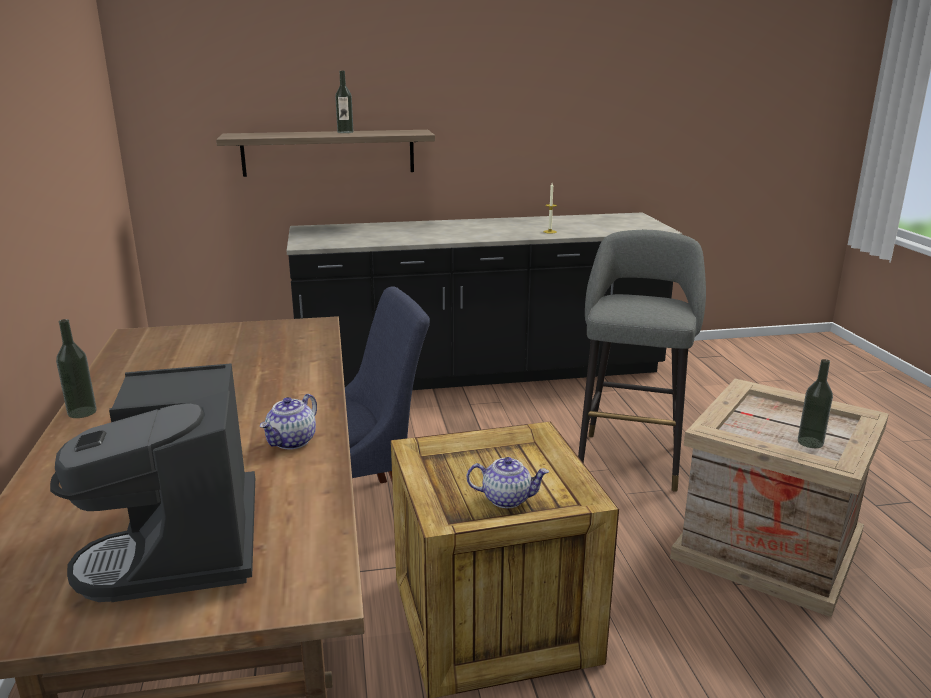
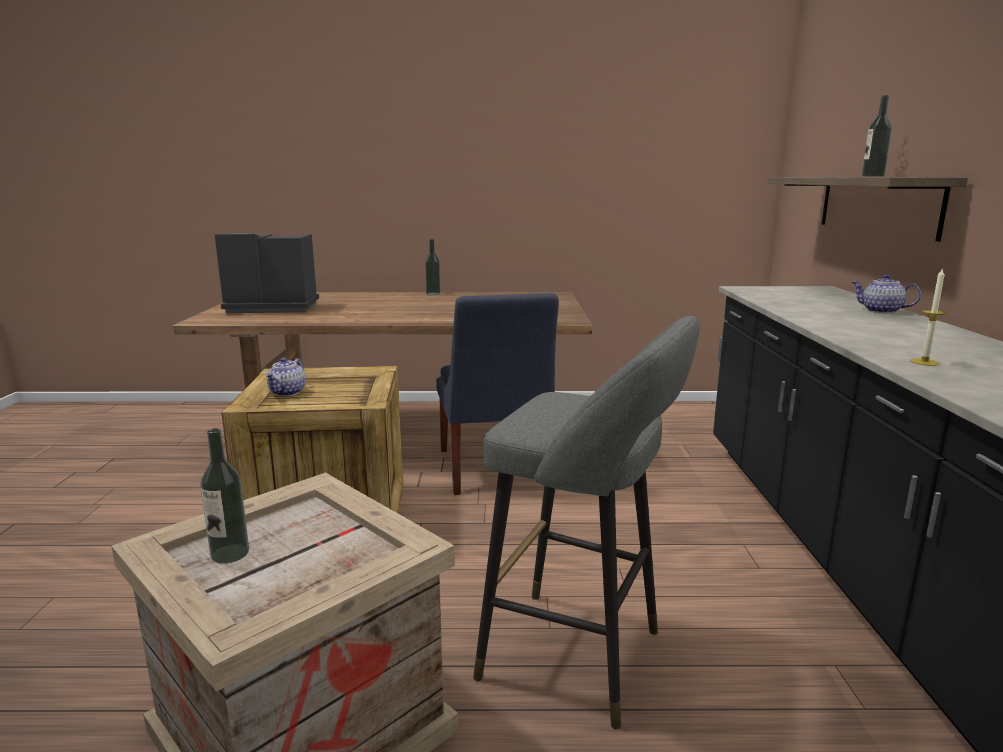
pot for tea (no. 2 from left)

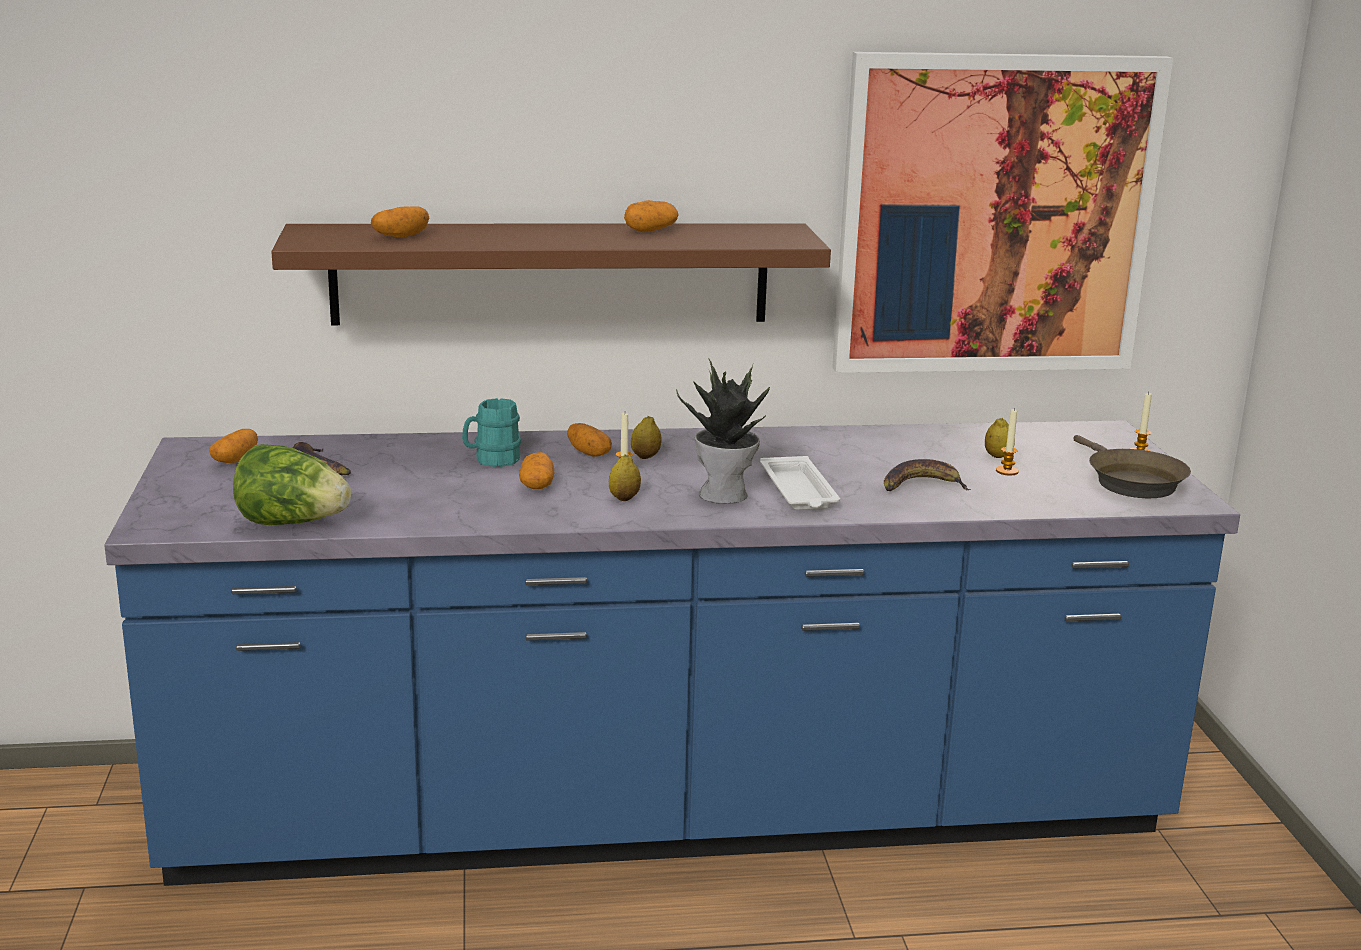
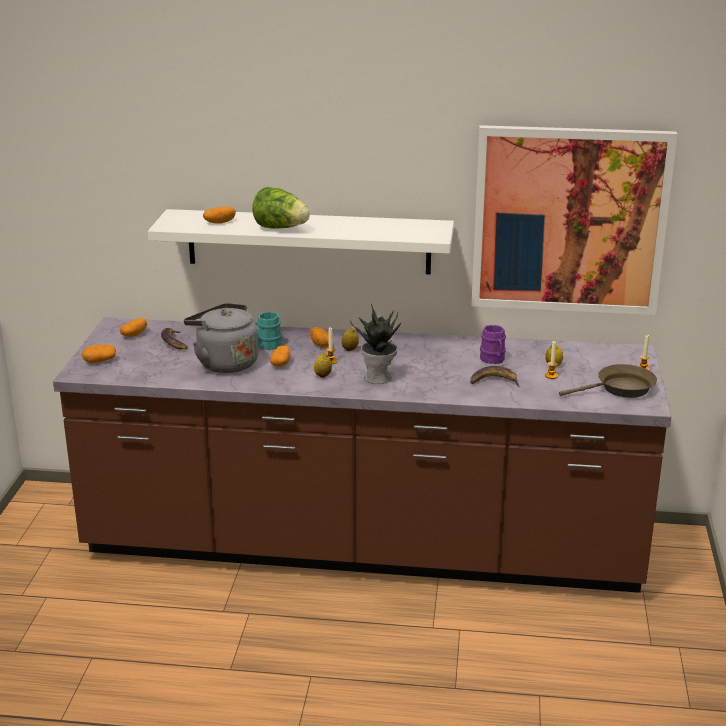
brown kitchen counter; potato (no. 1 from left); white bracket shelf; greyish water kettle; head of lettuce; purple coffee mug; brown skillet; white carrying tray

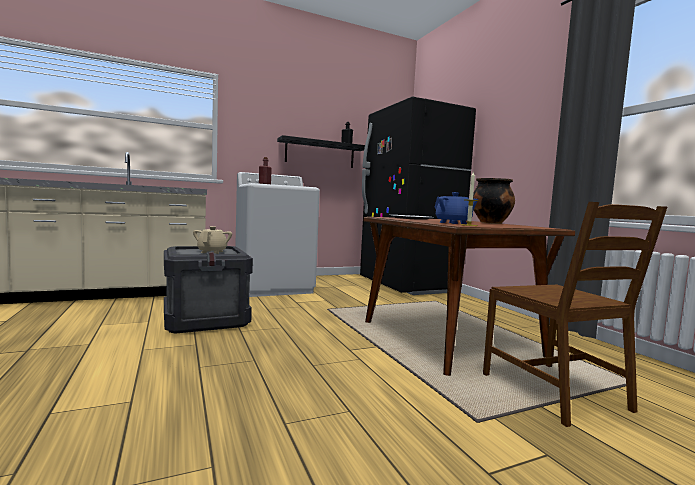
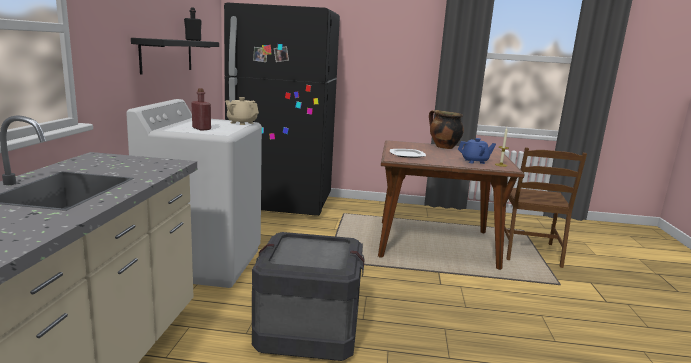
sand-coloured pot for tea; brown chair

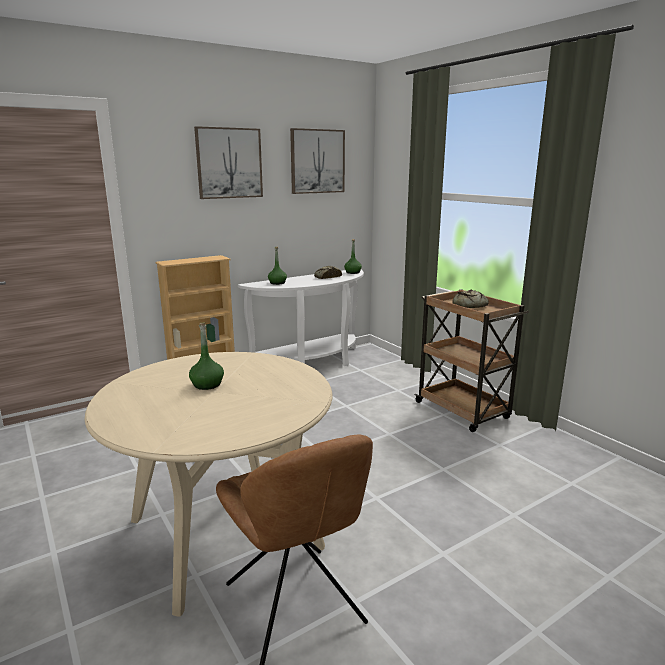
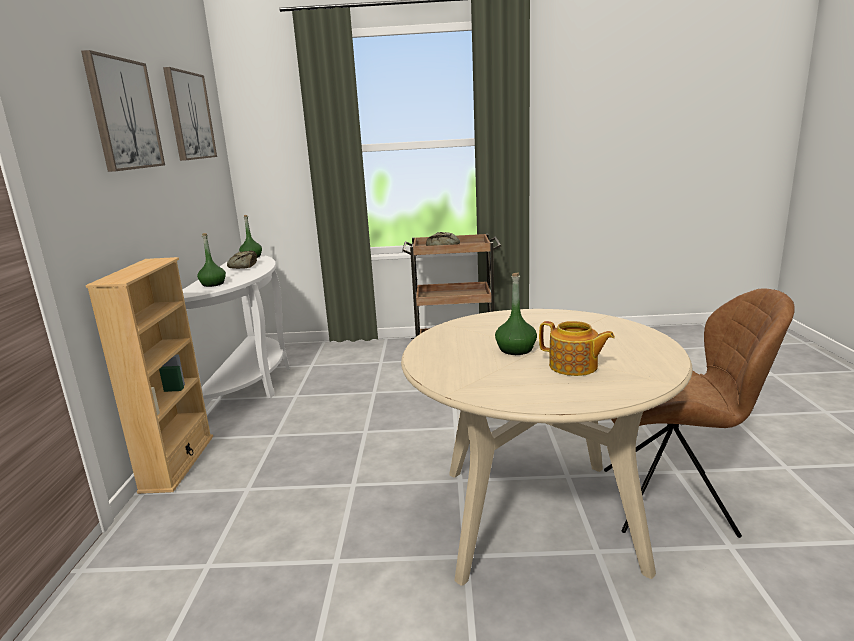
pot for tea

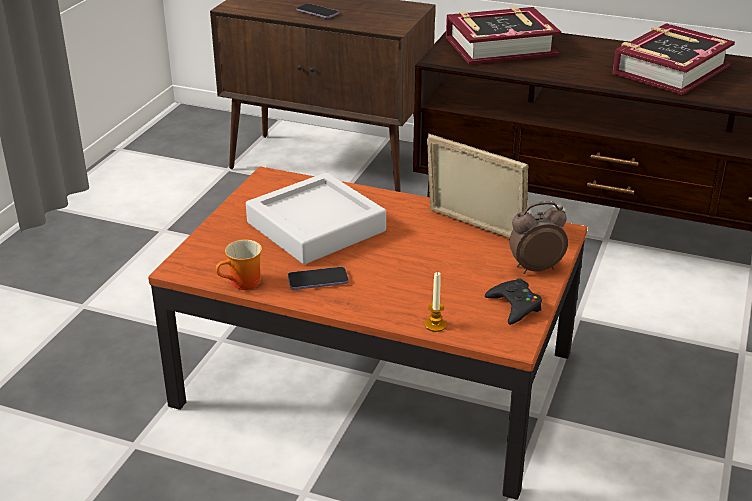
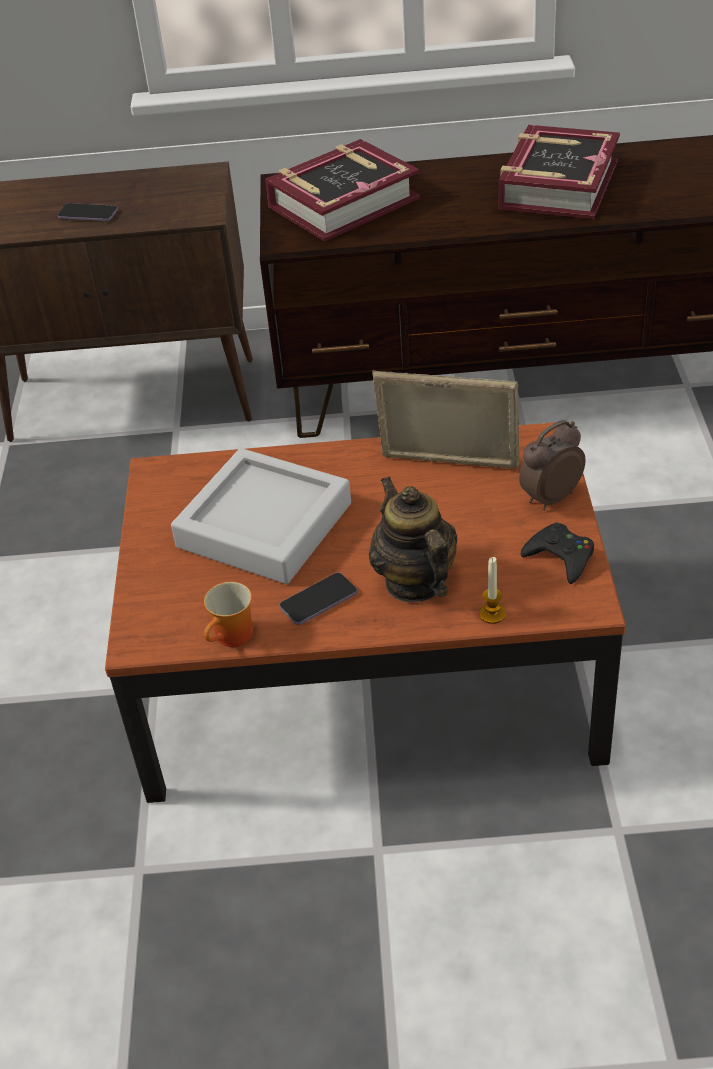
pot for tea

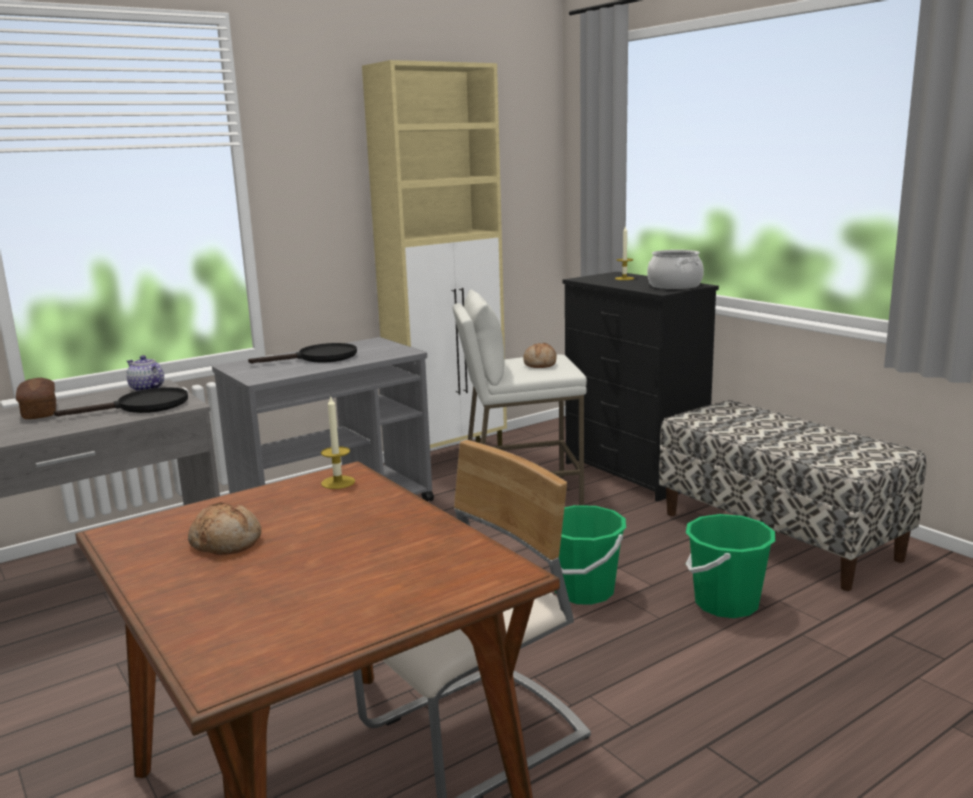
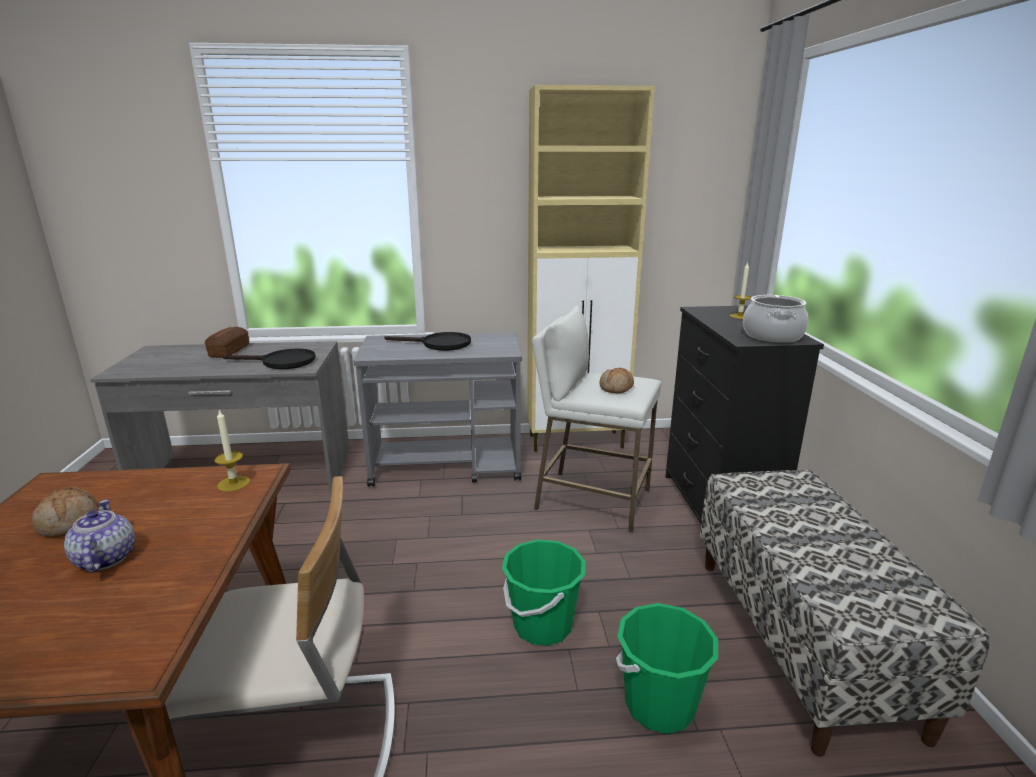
pot for tea

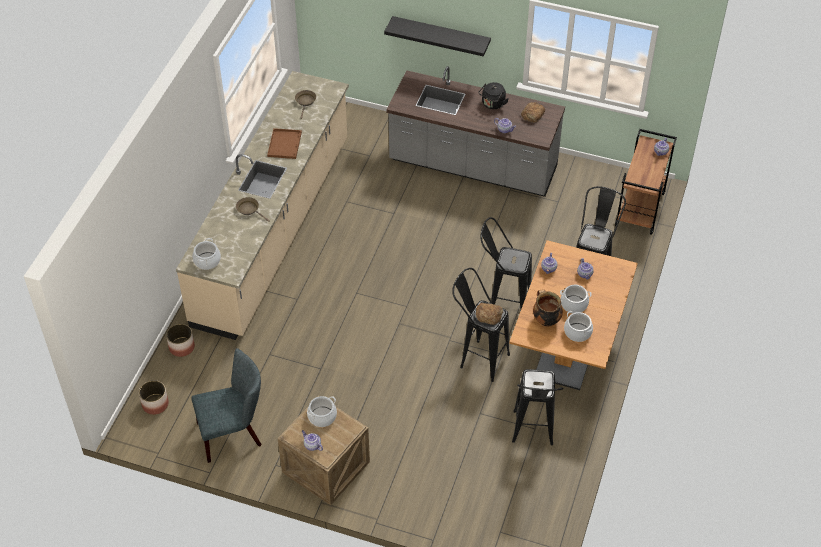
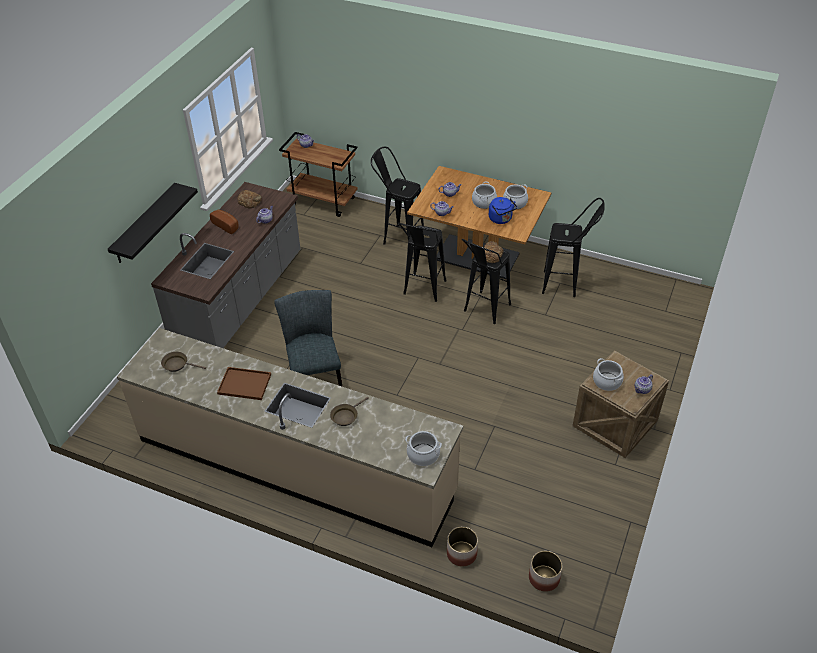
baked bread (no. 1 from left); greyish chair; blue water kettle

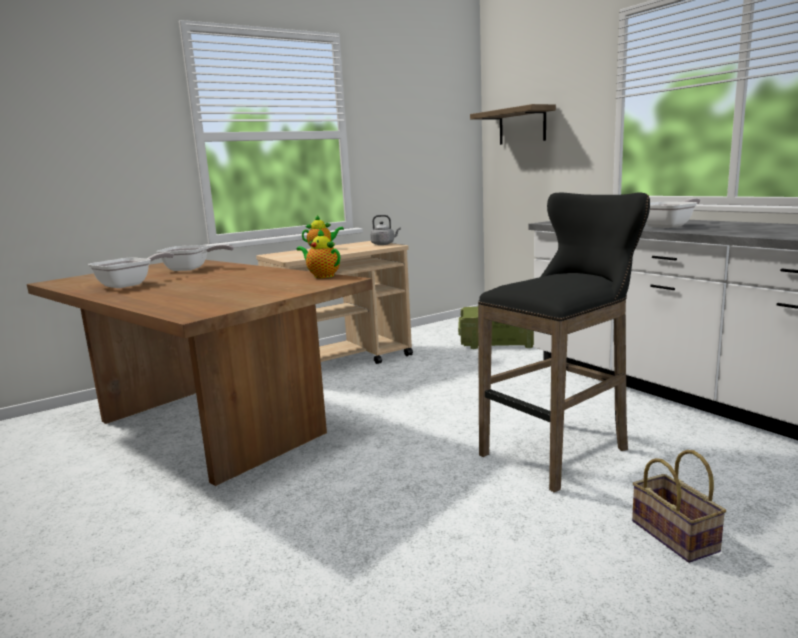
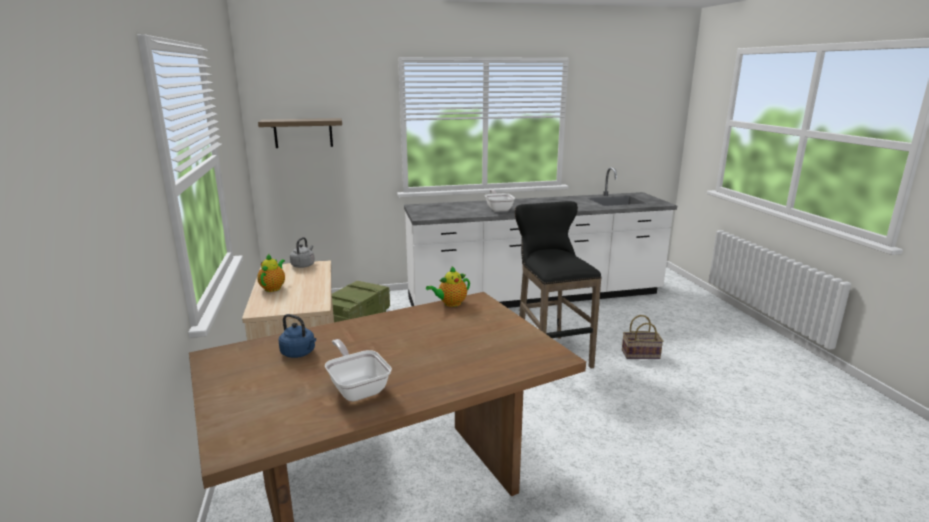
blue water kettle

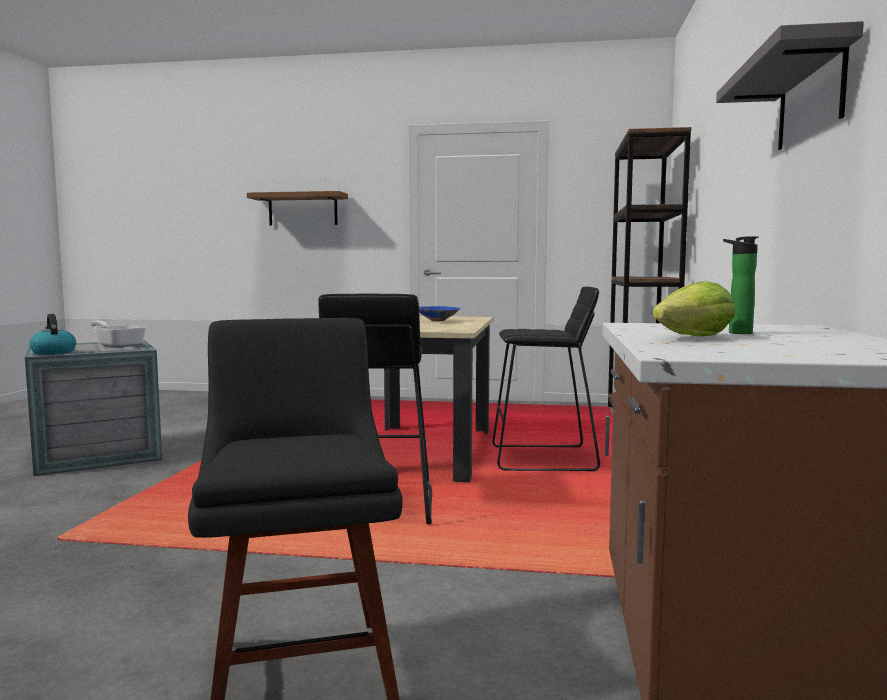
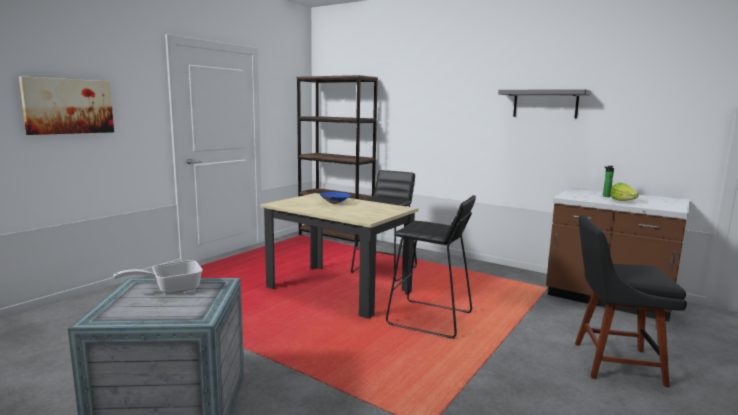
wall art; water kettle

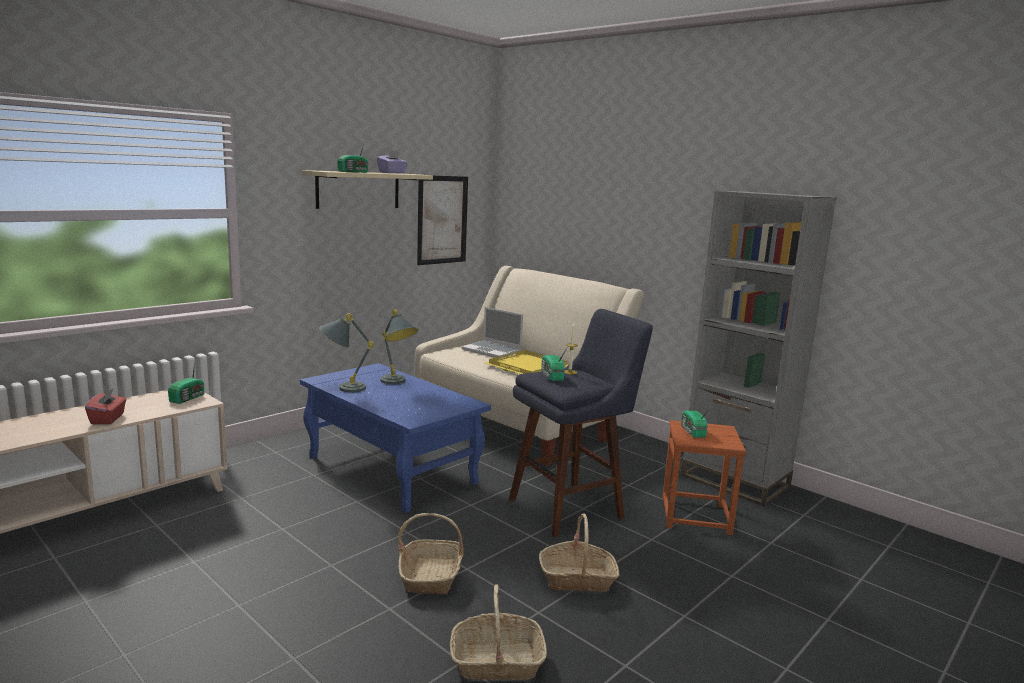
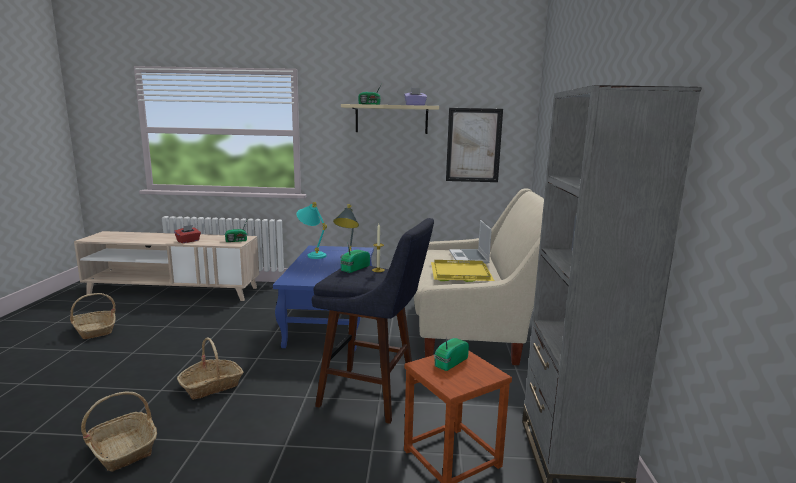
storage basket (no. 1 from left); turquoise-coloured lamp for a table

